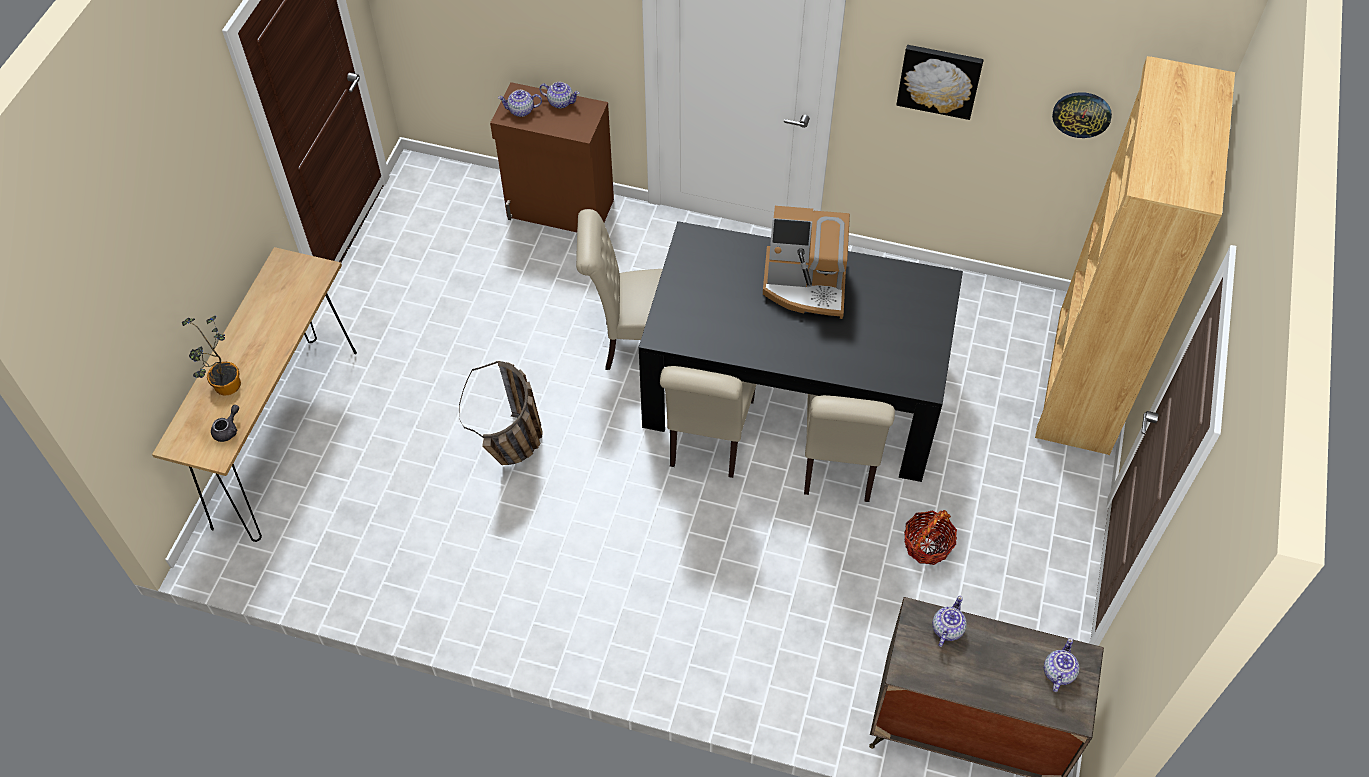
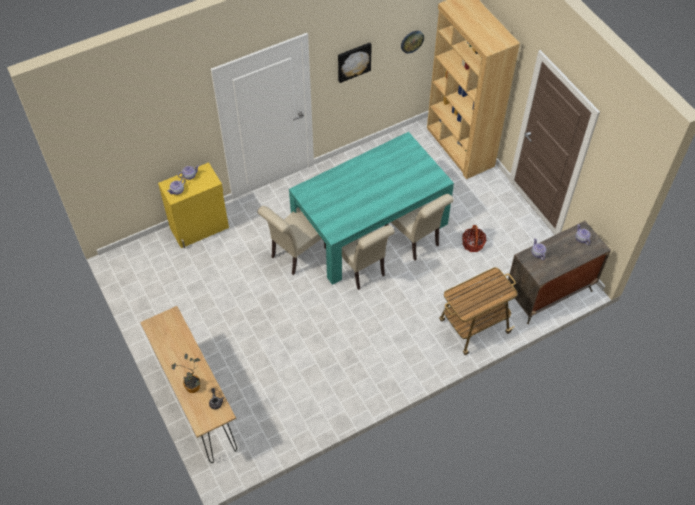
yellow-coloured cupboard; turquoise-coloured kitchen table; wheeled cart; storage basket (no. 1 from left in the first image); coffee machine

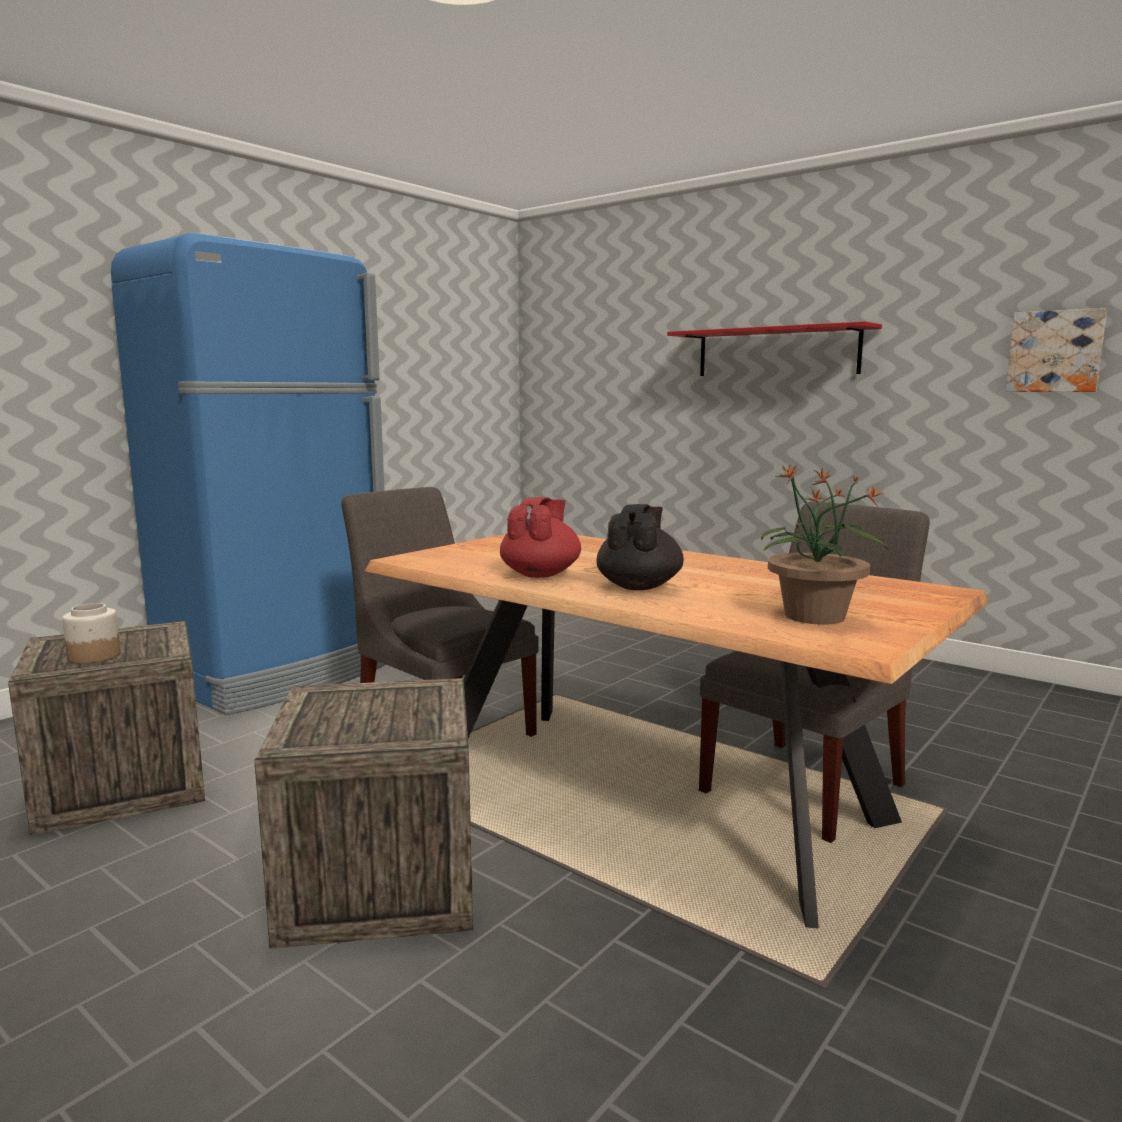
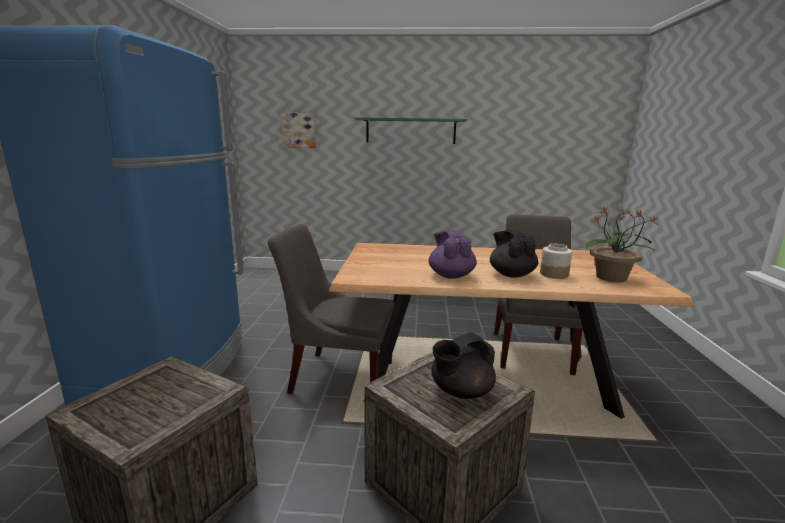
wall art; green bracket shelf; purple pot for tea; black-coloured pot for tea (no. 1 from left); preserve jar

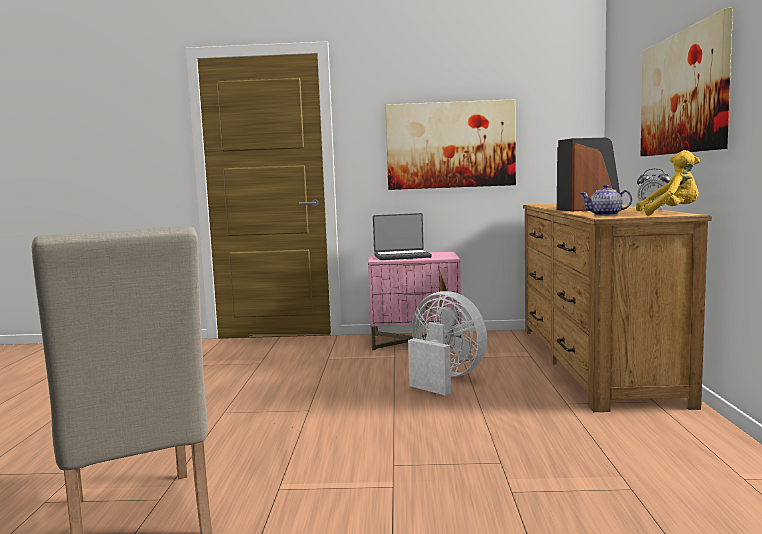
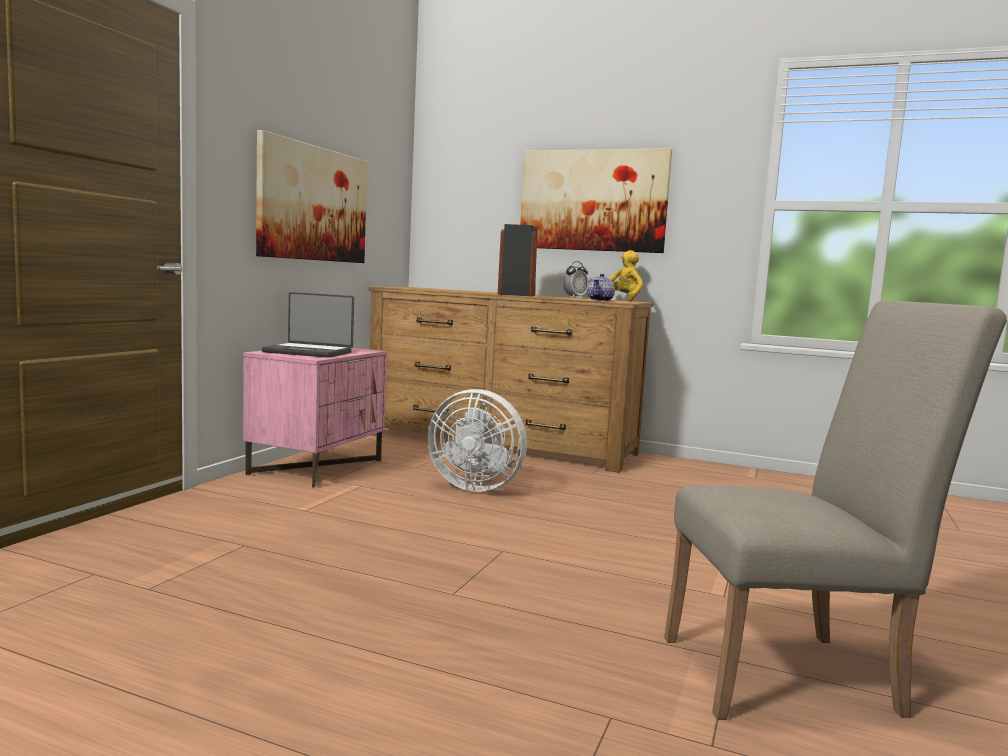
portable computer; white fan

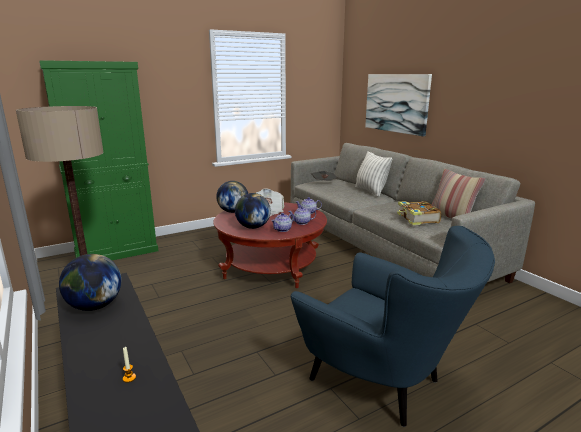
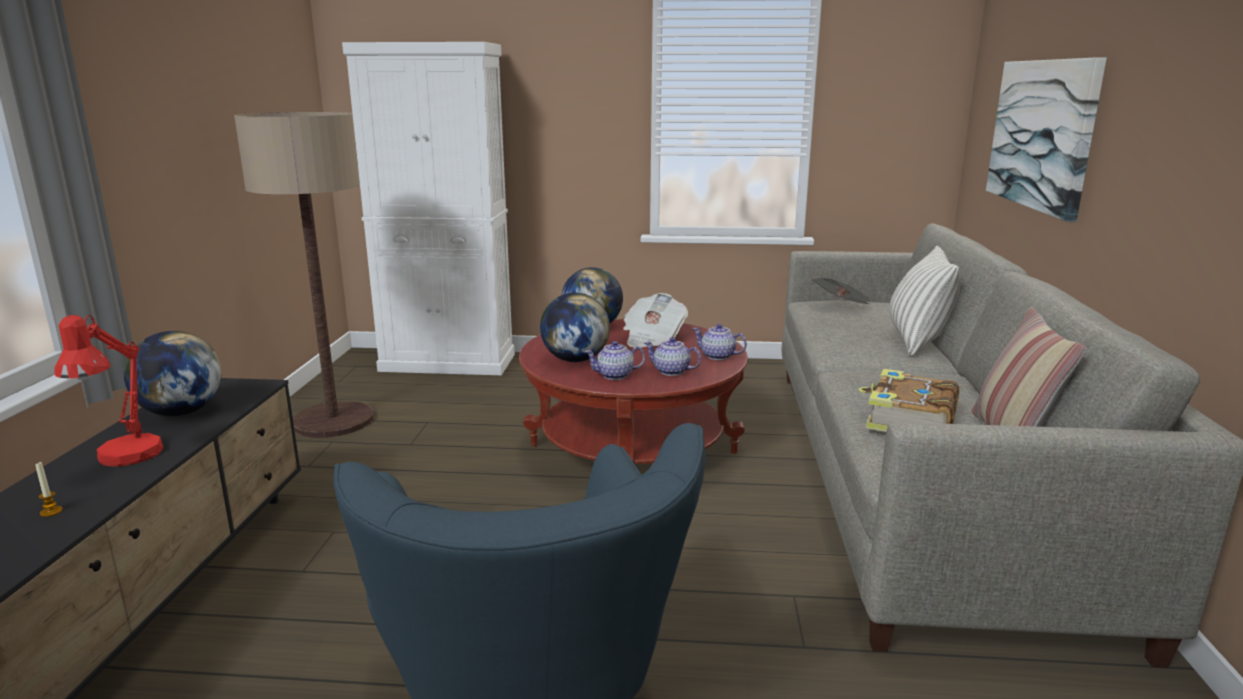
red-coloured lamp for a table; white cupboard

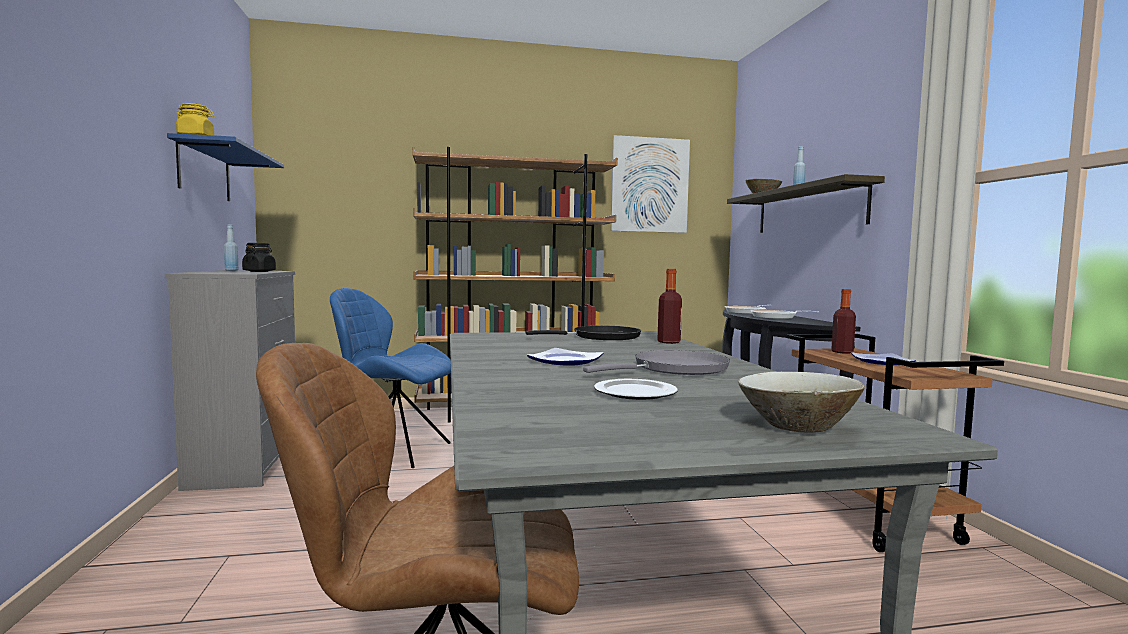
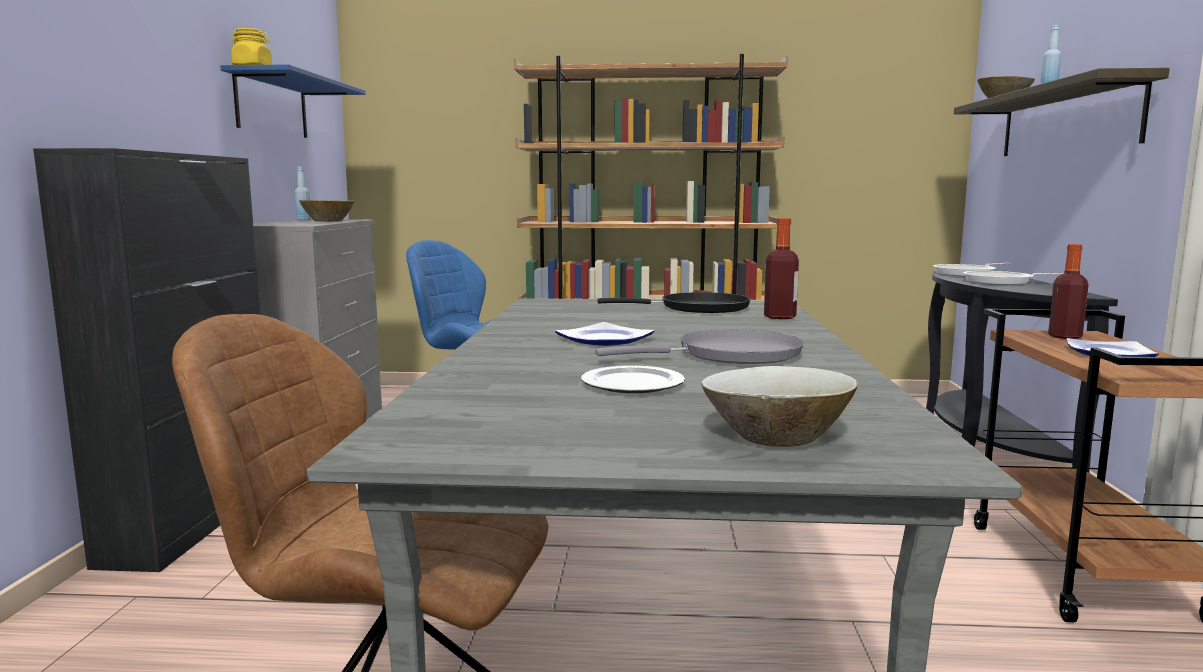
black-coloured cupboard; sand-coloured serving bowl (no. 1 from left); wall art

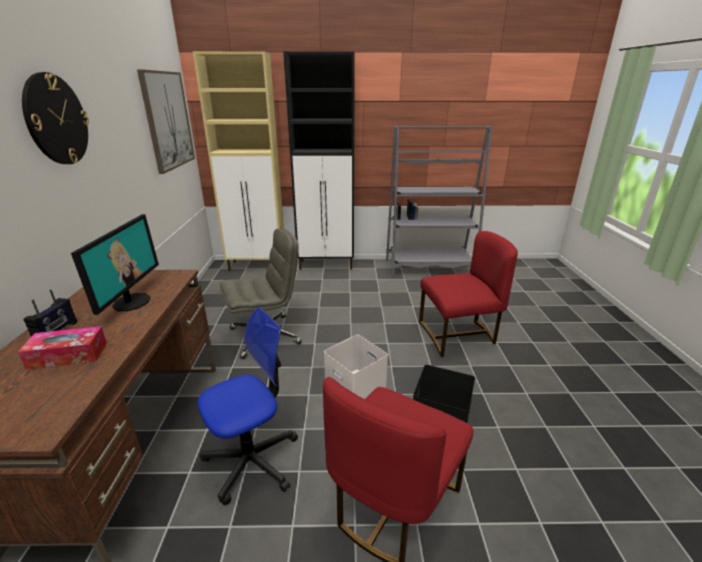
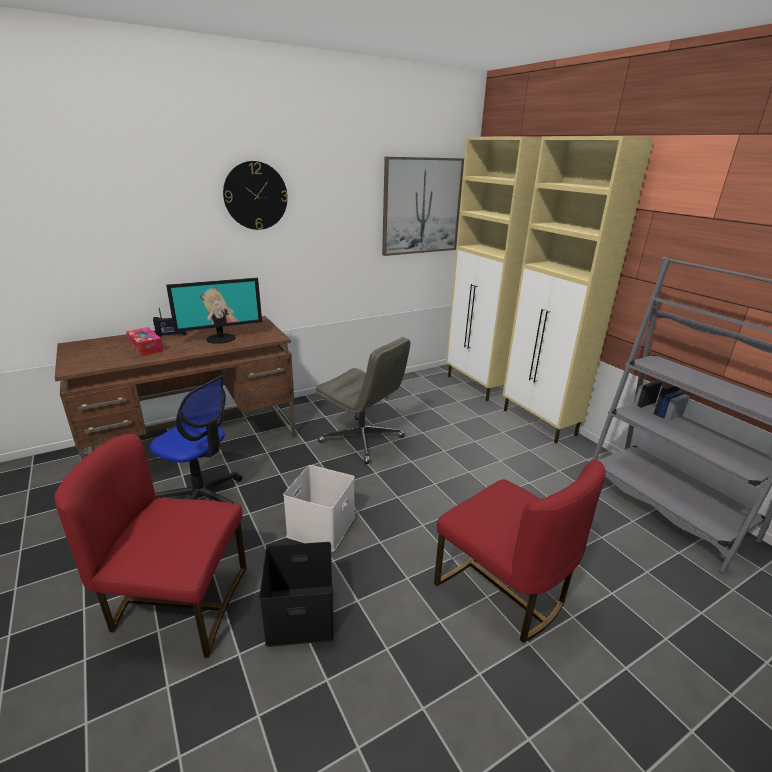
sand-coloured cupboard (no. 2 from left)

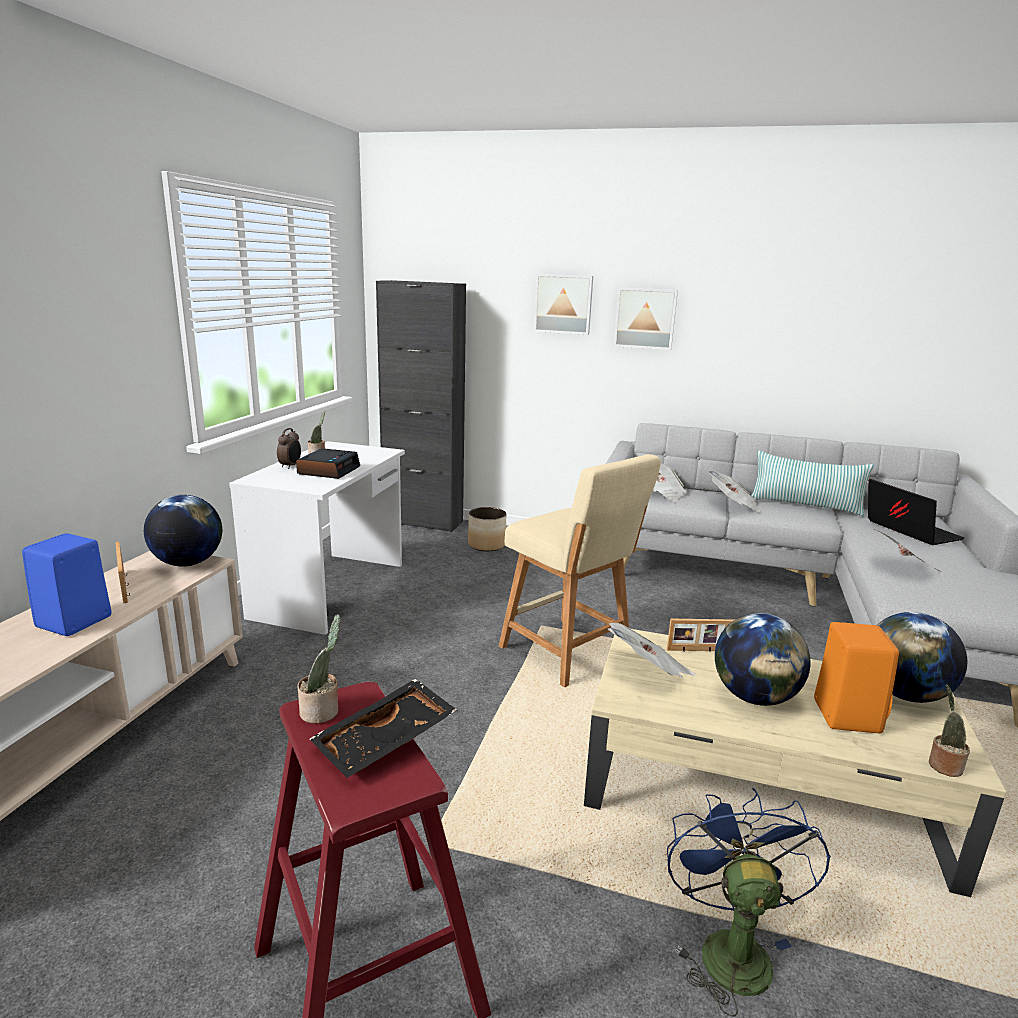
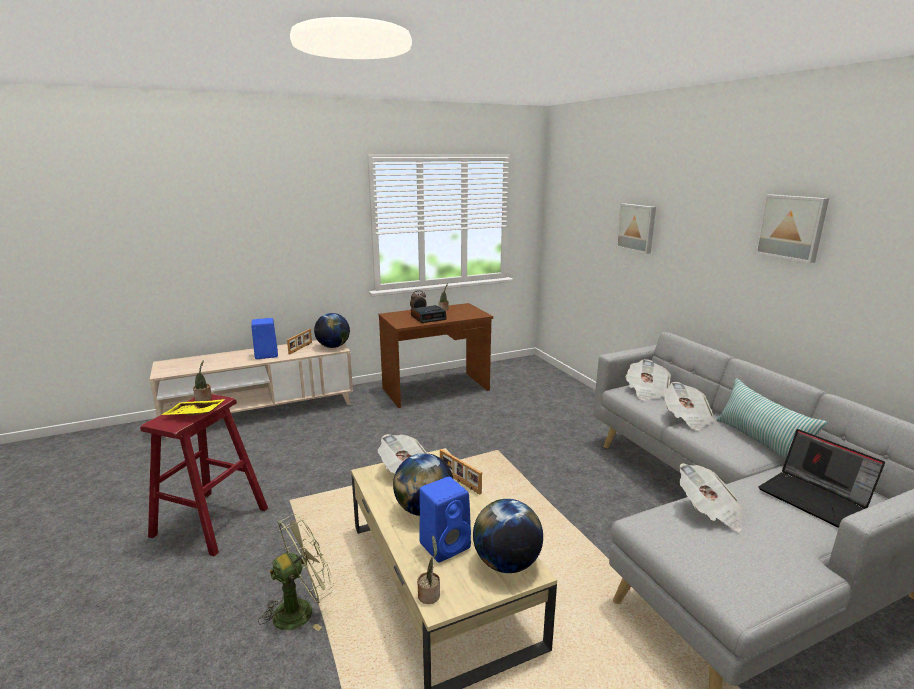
yellow-coloured carrying tray; green fan; brown desk table; blue audio speaker (no. 2 from left); wall art (no. 2 from left); portable computer; black-coloured cupboard; planter; sand-coloured sitting stool

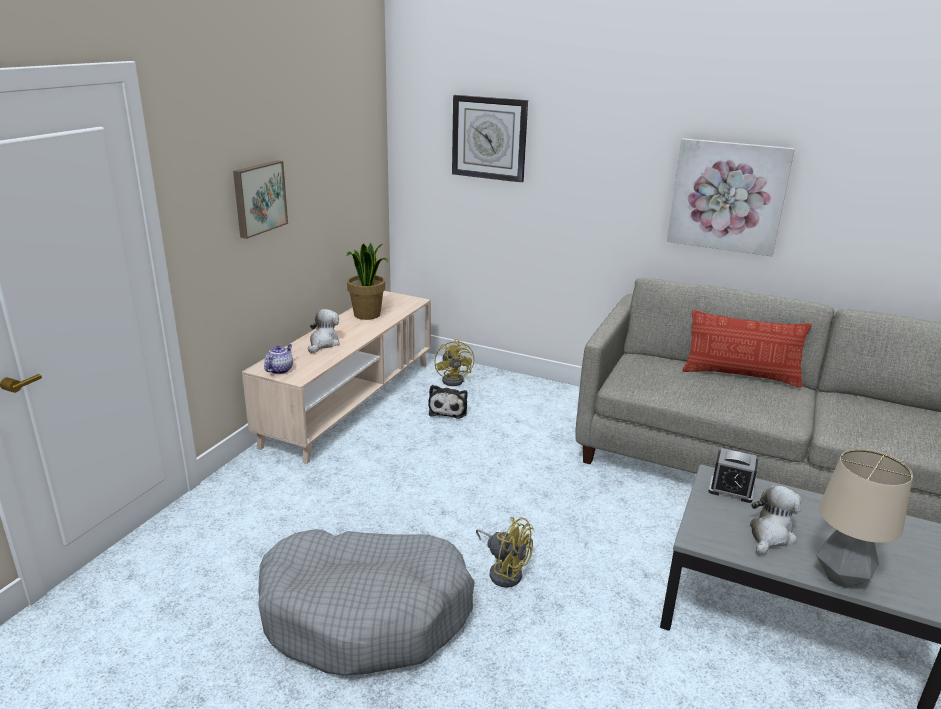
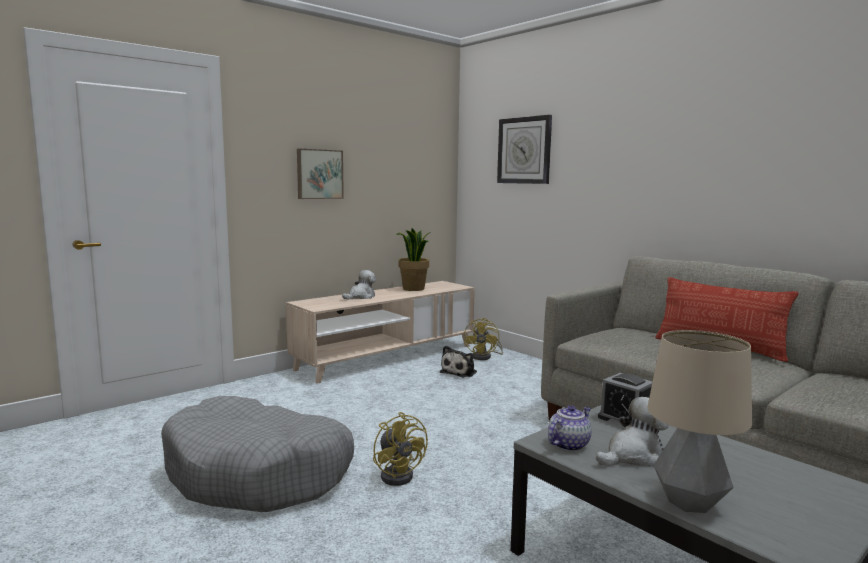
pot for tea; wall art (no. 2 from left in the first image)

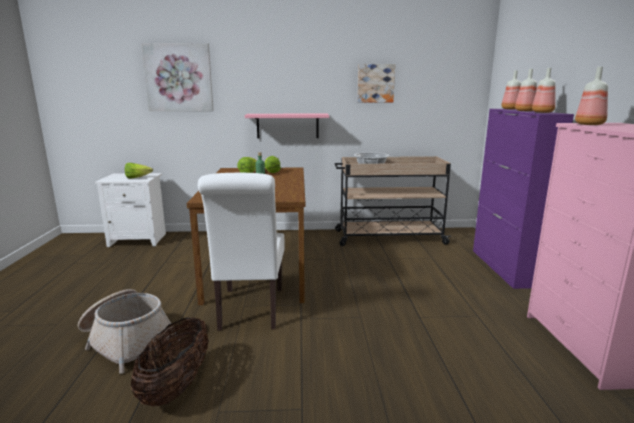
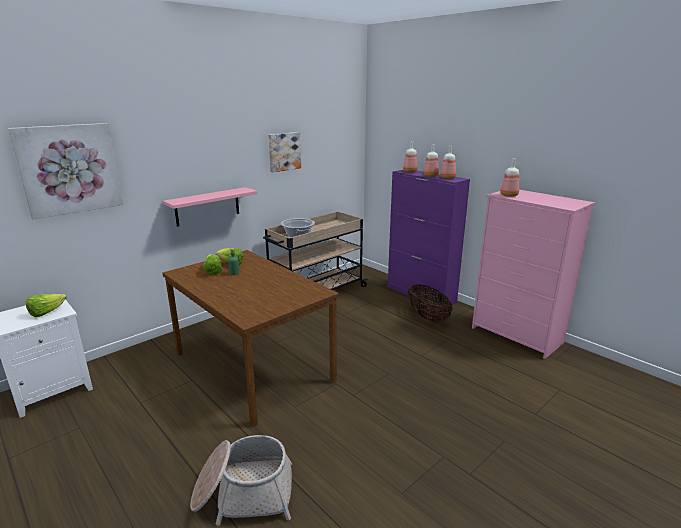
storage basket (no. 2 from left); white chair

